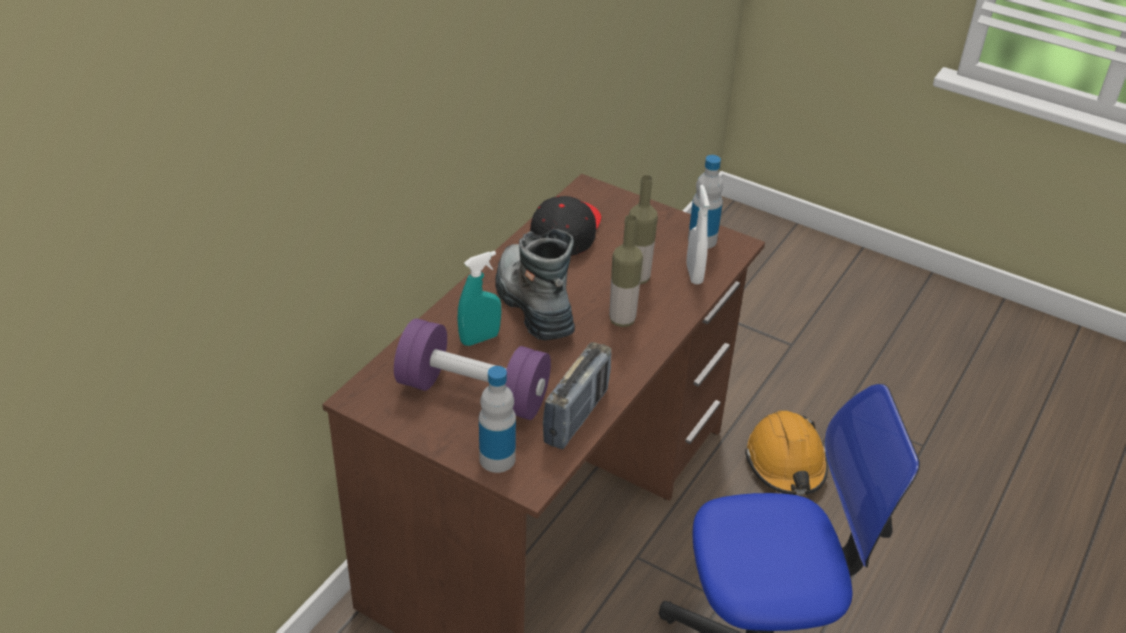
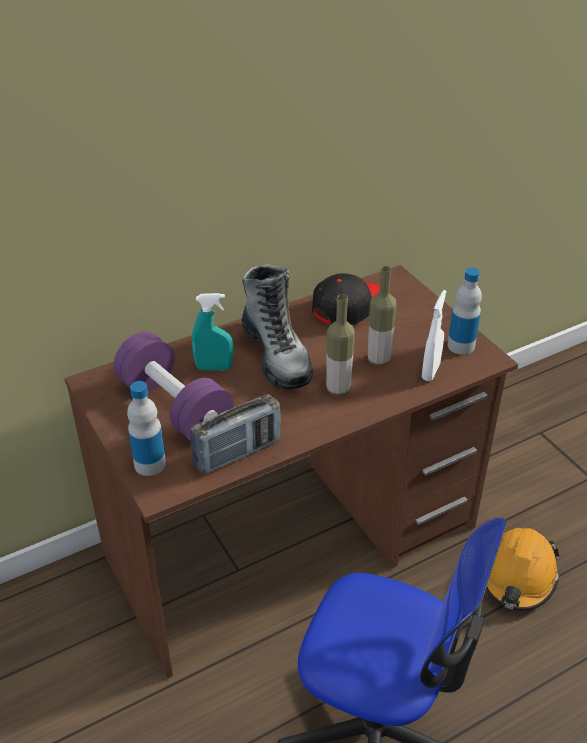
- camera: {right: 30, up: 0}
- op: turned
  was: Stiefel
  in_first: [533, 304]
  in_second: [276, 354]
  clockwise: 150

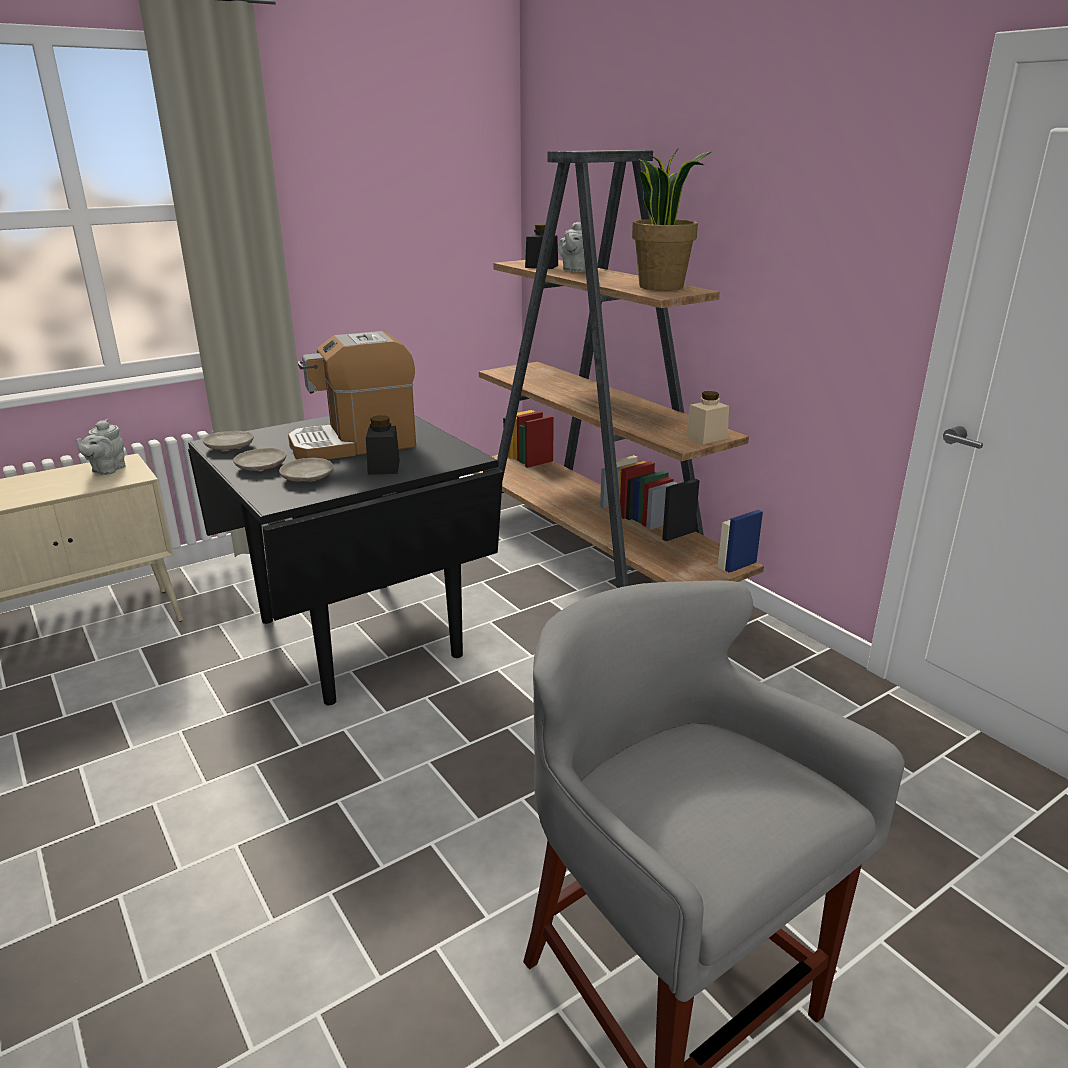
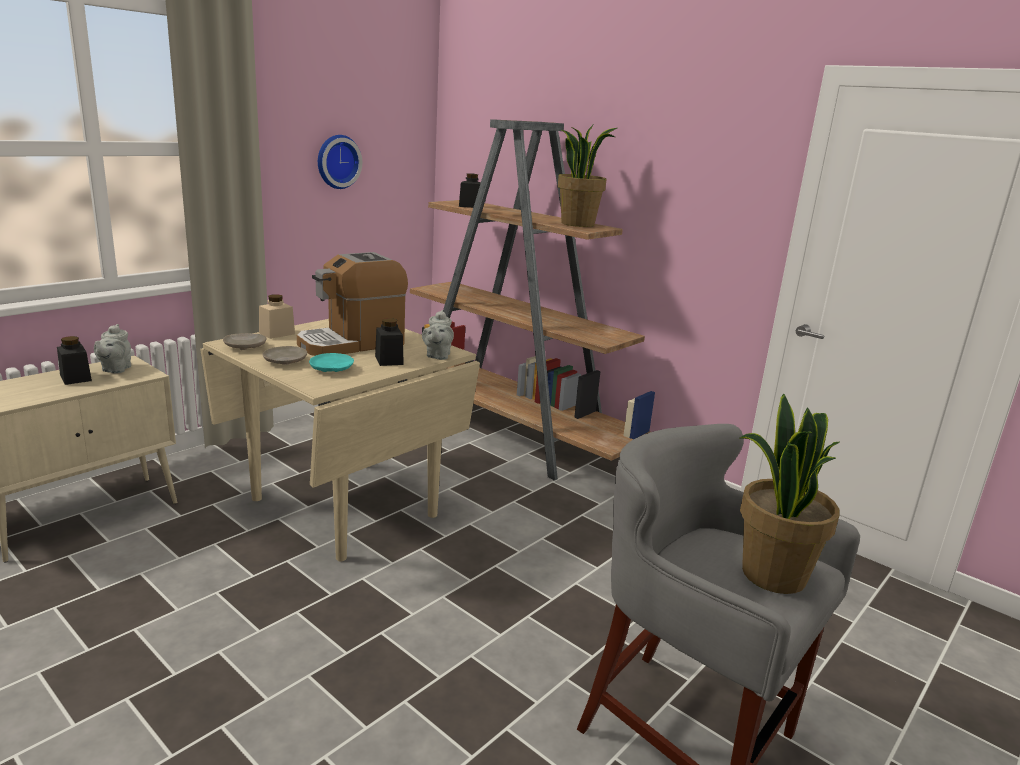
- camera: {right: -15, up: -5}
- op: moved
  was: Teekanne/grau
  in_first: [574, 270]
  in_second: [437, 356]
- op: moved
  was: Vorratsglas/beige
  in_first: [706, 437]
  in_second: [277, 333]
- op: recoloured
  was: Esstisch/schwarz
  now: Esstisch/beige
  in_first: [357, 638]
  in_second: [342, 507]
- op: recoloured
  was: Teller/beige
  now: Teller/türkis
  in_first: [307, 478]
  in_second: [331, 369]
- op: added
  now: Wanduhr
  in_second: [337, 161]
- op: added
  now: Vorratsglas/schwarz
  in_second: [75, 378]
- op: added
  now: Topfpflanze
  in_second: [772, 574]

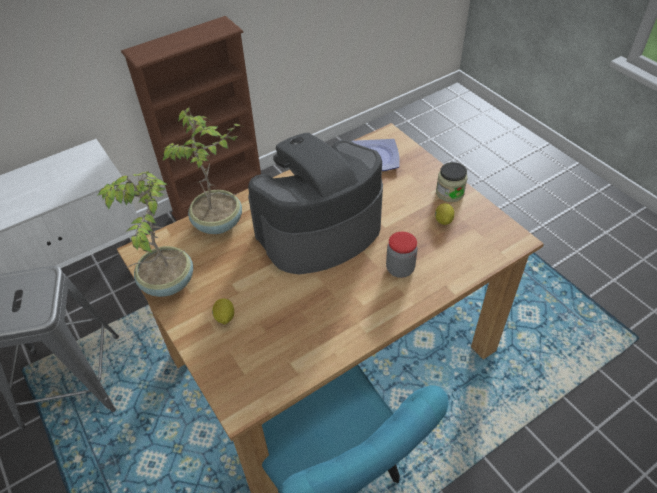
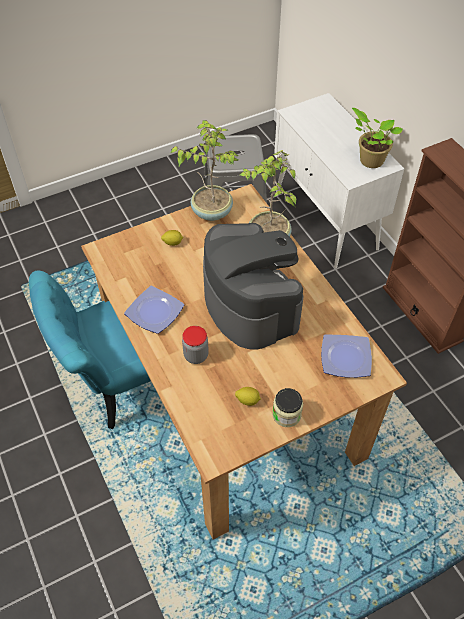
- camera: {right: 95, up: 5}
- op: added
  now: Topfpflanze
  in_second: [369, 160]
- op: added
  now: Teller
  in_second: [155, 313]

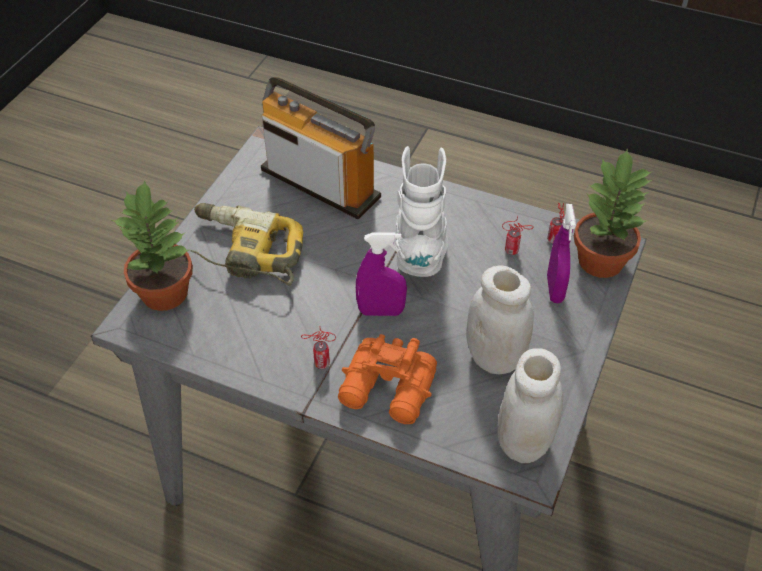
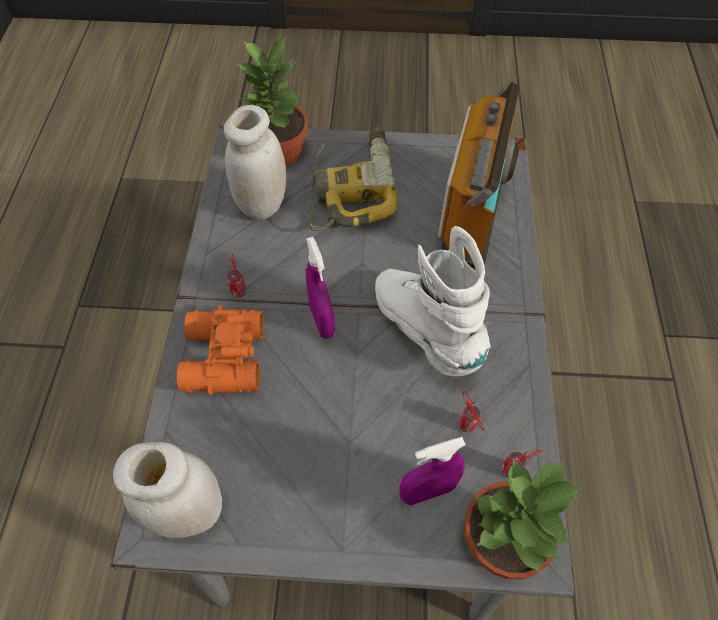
- camera: {right: 70, up: 10}
- op: turned
  was: Stiefel/weiß
  in_first: [421, 248]
  in_second: [426, 330]
  clockwise: -105
- op: moved
  was: Vorratsglas/weiß
  in_first: [495, 357]
  in_second: [263, 204]

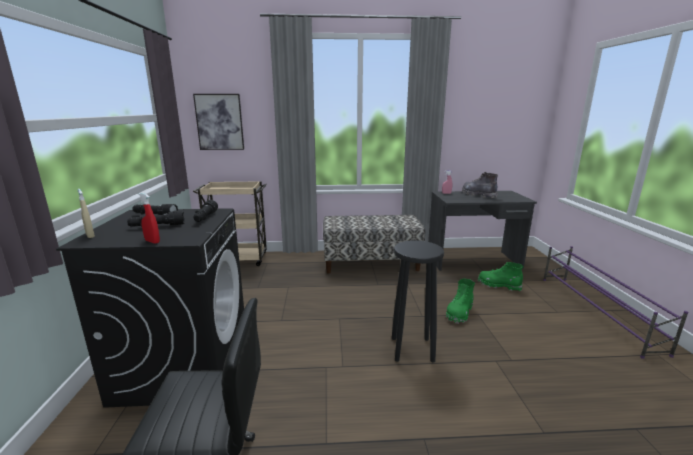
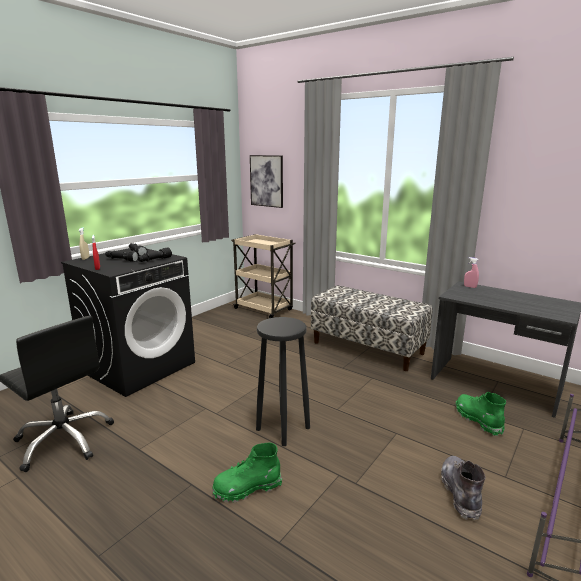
- camera: {right: 40, up: 0}
- op: moved
  was: Stiefel/grau
  in_first: [478, 195]
  in_second: [460, 492]
- op: moved
  was: Stiefel/grün
  in_first: [459, 313]
  in_second: [247, 488]

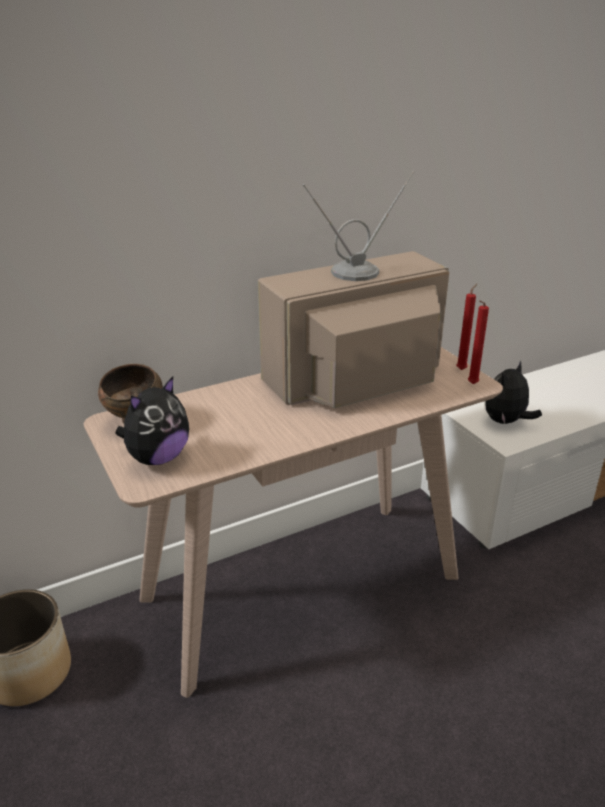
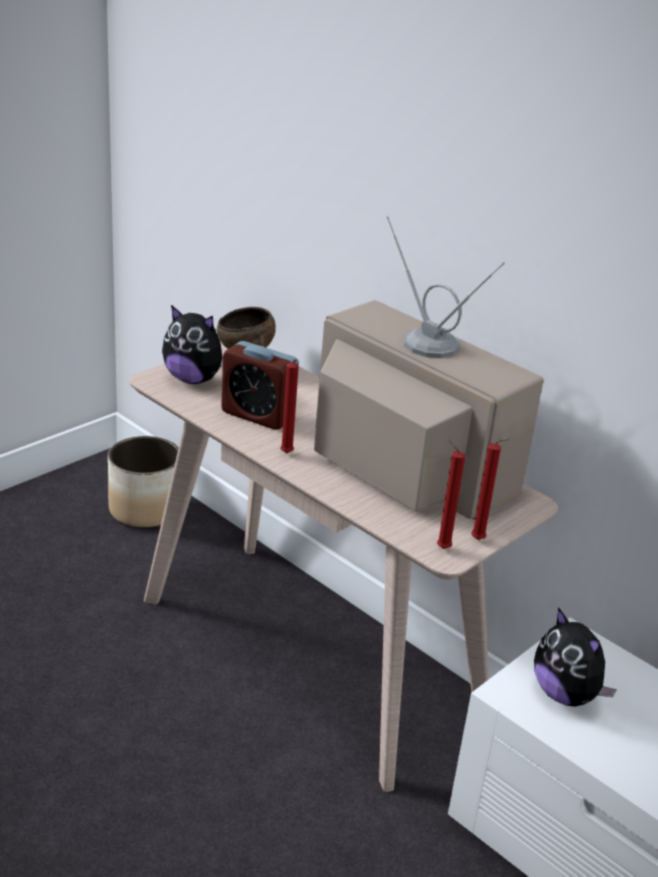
- camera: {right: 70, up: 0}
- op: turned
  was: Plüschtier
  in_first: [506, 422]
  in_second: [565, 694]
  clockwise: -150
- op: added
  now: Wecker
  in_second: [258, 415]
- op: added
  now: Kerze/rot
  in_second: [287, 454]

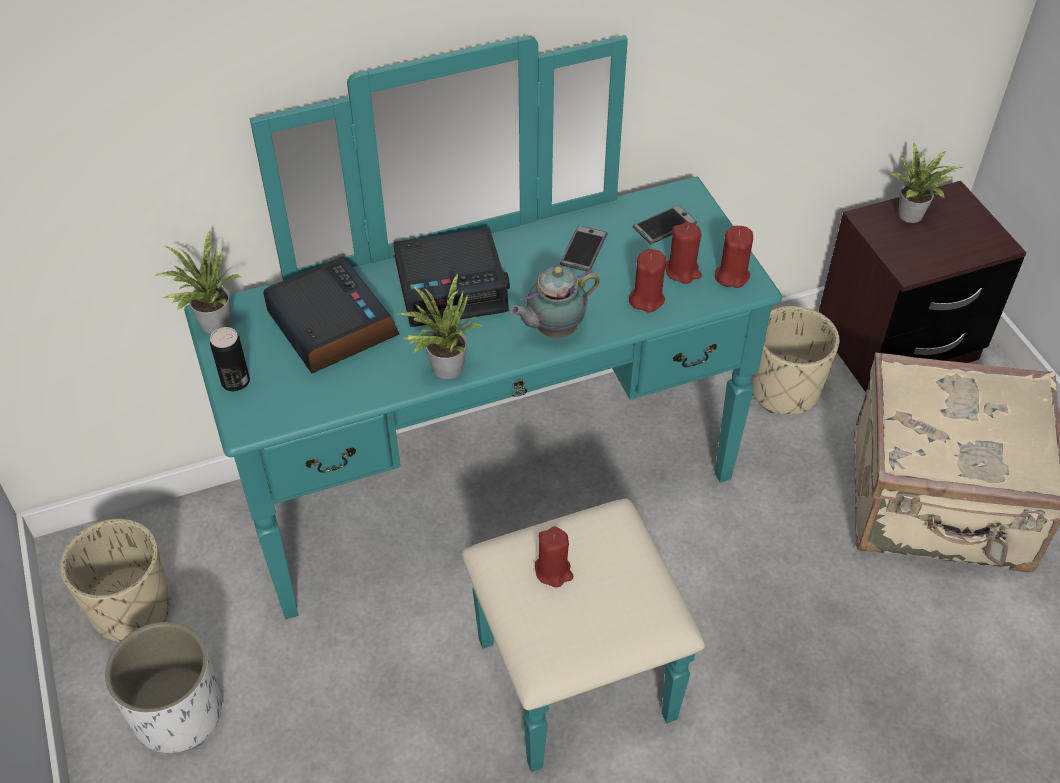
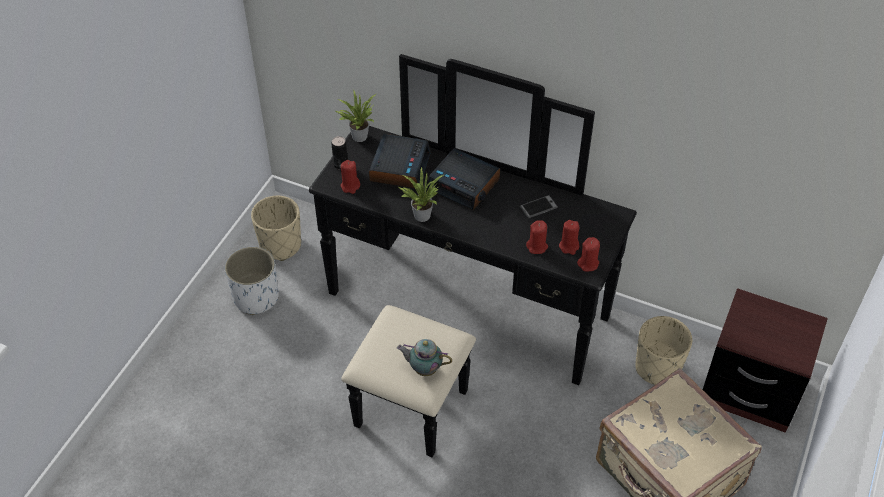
- camera: {right: 45, up: 0}
- op: recoloured
  was: Kommode/türkis
  now: Kommode/schwarz
  in_first: [511, 526]
  in_second: [456, 328]
- op: removed
  was: Topfpflanze
  in_first: [913, 215]
- op: removed
  was: Handy
  in_first: [664, 225]
- op: moved
  was: Teekanne
  in_first: [553, 330]
  in_second: [424, 369]
- op: moved
  was: Kerze/rot
  in_first: [553, 571]
  in_second: [350, 186]

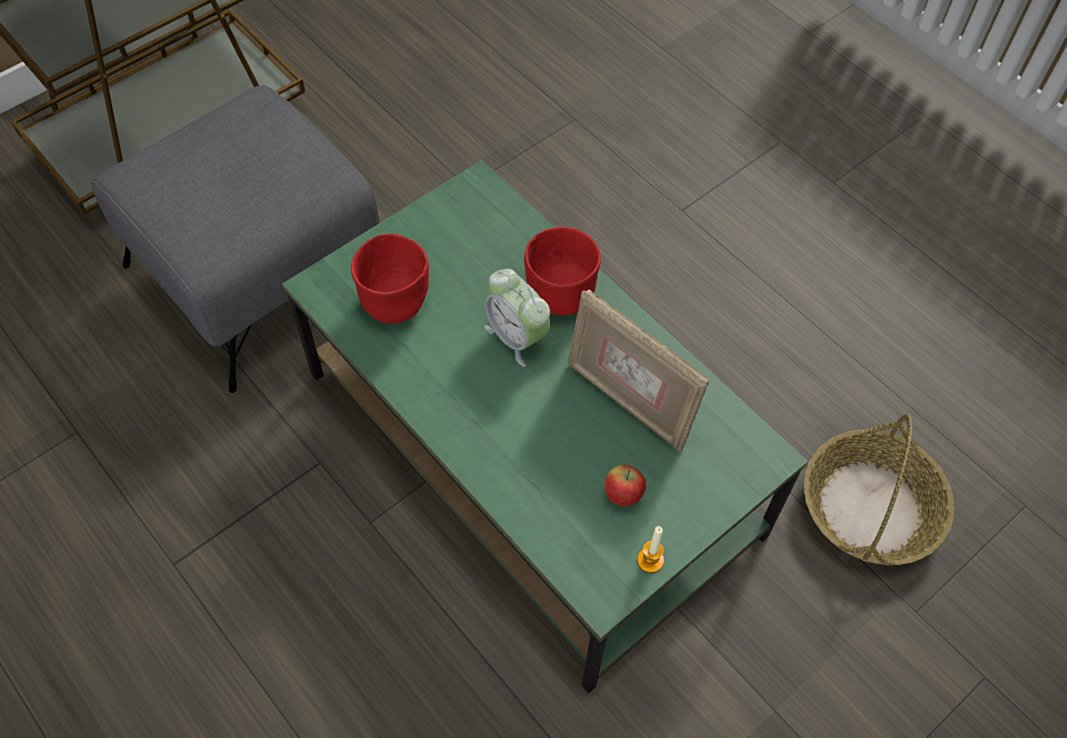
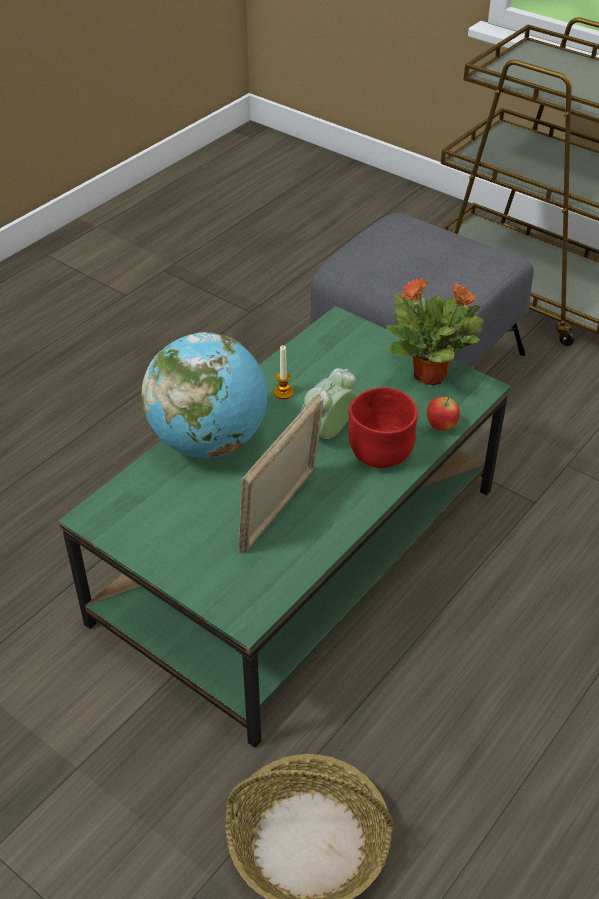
- camera: {right: 80, up: -15}
- op: removed
  was: Schüssel/rot
  in_first: [396, 302]
- op: moved
  was: Apfel
  in_first: [622, 495]
  in_second: [441, 427]
- op: moved
  was: Kerze
  in_first: [650, 560]
  in_second: [283, 392]
- op: added
  now: Topfpflanze
  in_second: [431, 375]
- op: added
  now: Globus
  in_second: [209, 441]

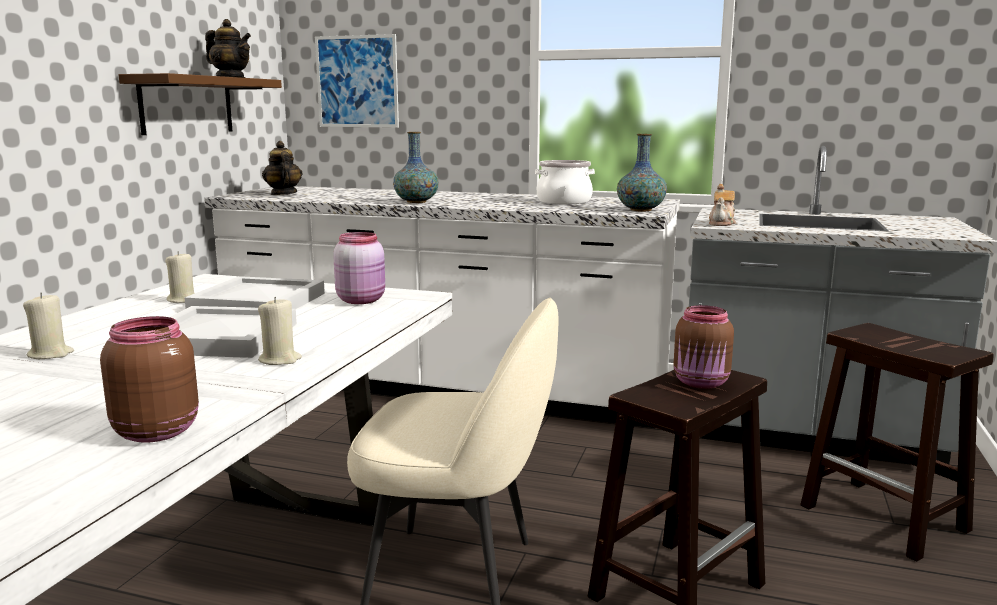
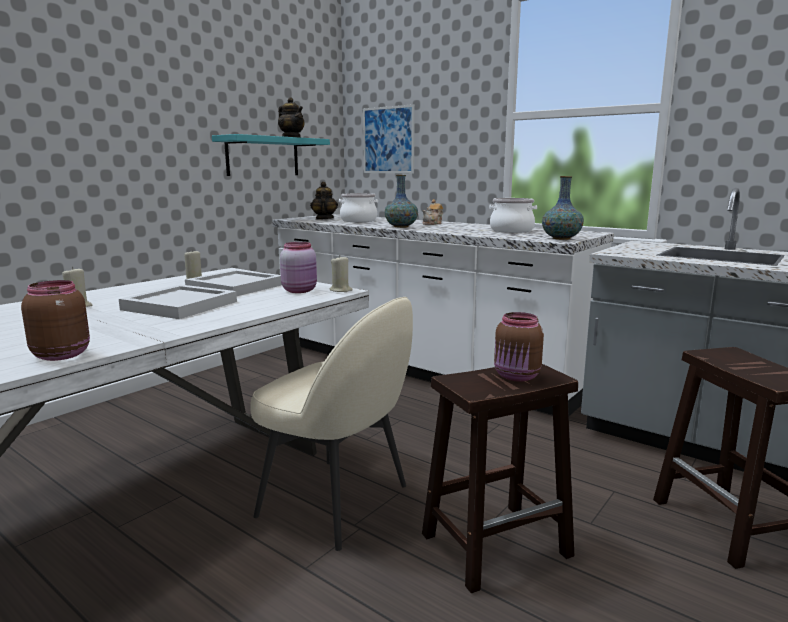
- camera: {right: 20, up: 0}
- op: recoloured
  was: Wandregal/braun
  now: Wandregal/türkis
  in_first: [187, 105]
  in_second: [263, 156]
- op: moved
  was: Teekanne
  in_first: [722, 223]
  in_second: [433, 223]
- op: moved
  was: Kerze/beige
  in_first: [280, 360]
  in_second: [341, 290]
- op: added
  now: Kochtopf
  in_second: [358, 221]

